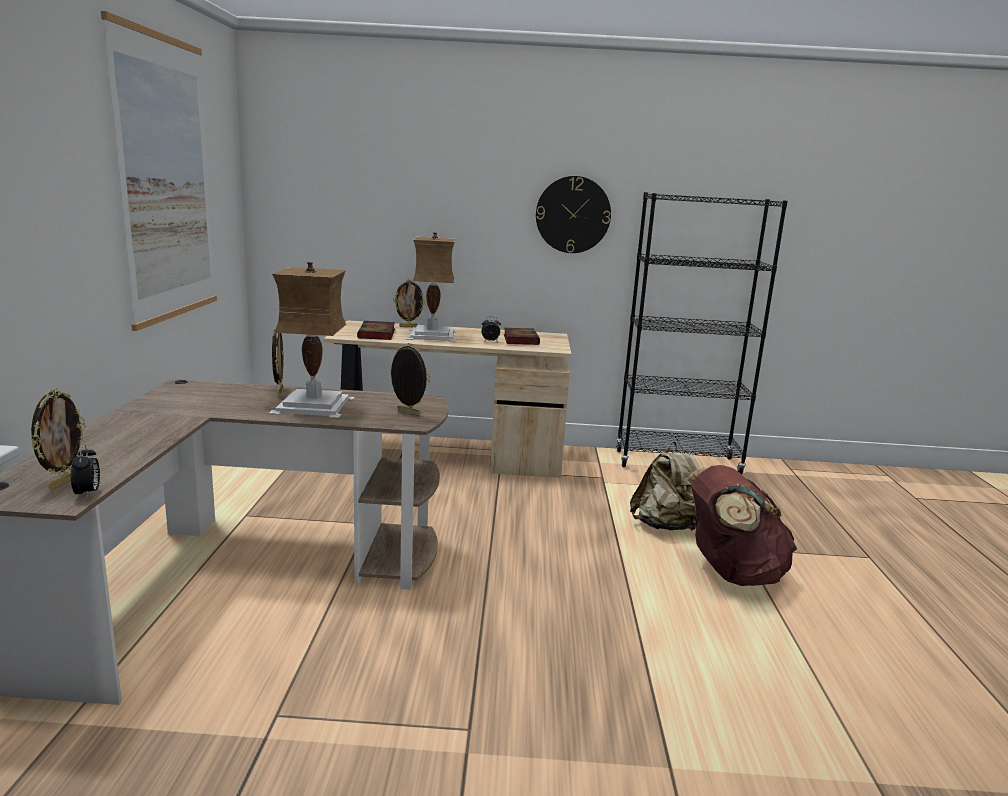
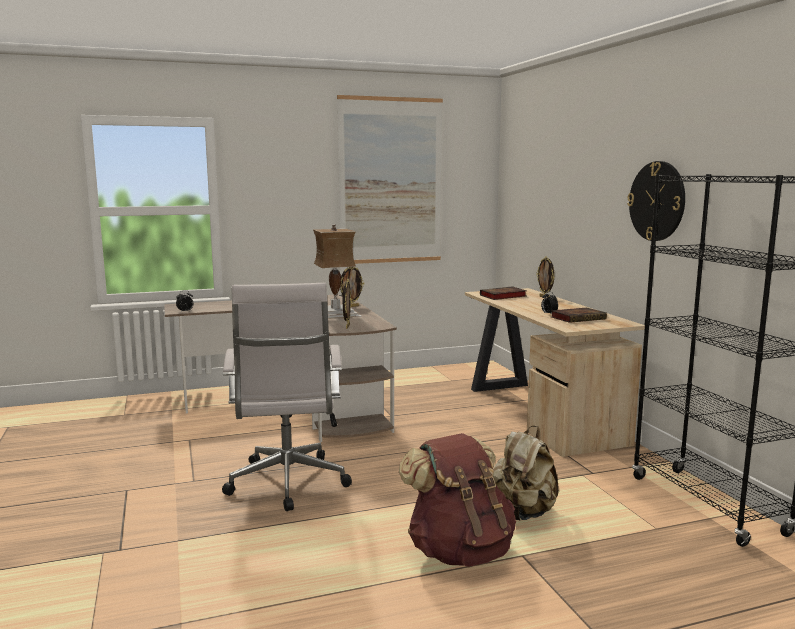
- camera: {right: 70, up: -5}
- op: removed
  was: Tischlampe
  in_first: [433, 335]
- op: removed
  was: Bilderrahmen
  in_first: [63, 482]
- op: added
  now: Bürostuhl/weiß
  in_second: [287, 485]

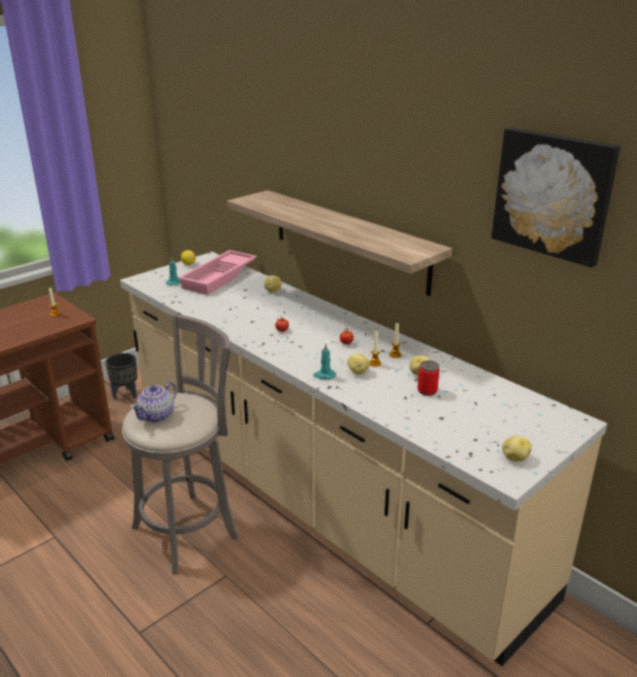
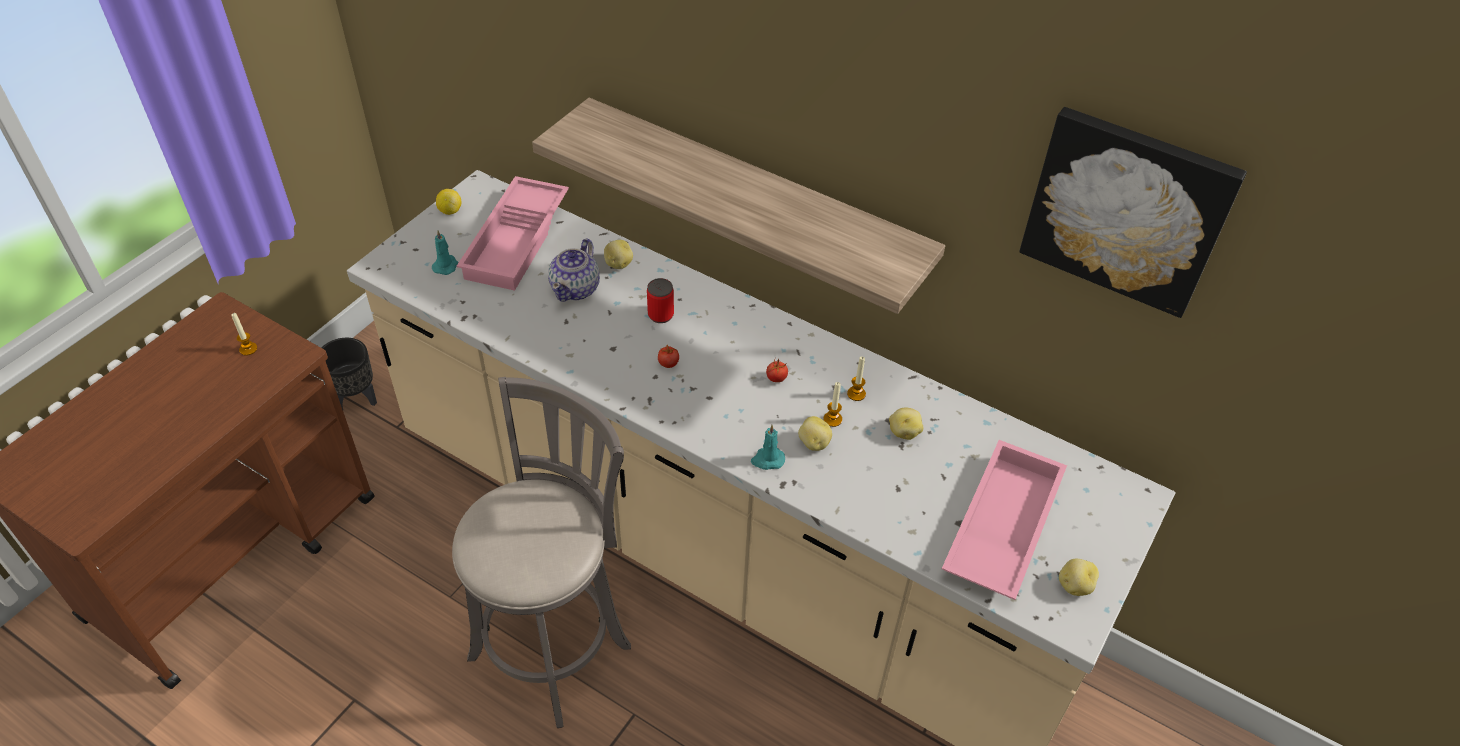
- camera: {right: -15, up: 20}
- op: moved
  was: Dose
  in_first: [427, 391]
  in_second: [660, 315]
- op: moved
  was: Teekanne
  in_first: [157, 415]
  in_second: [576, 288]
- op: added
  now: Tablett/rosa
  in_second: [999, 526]

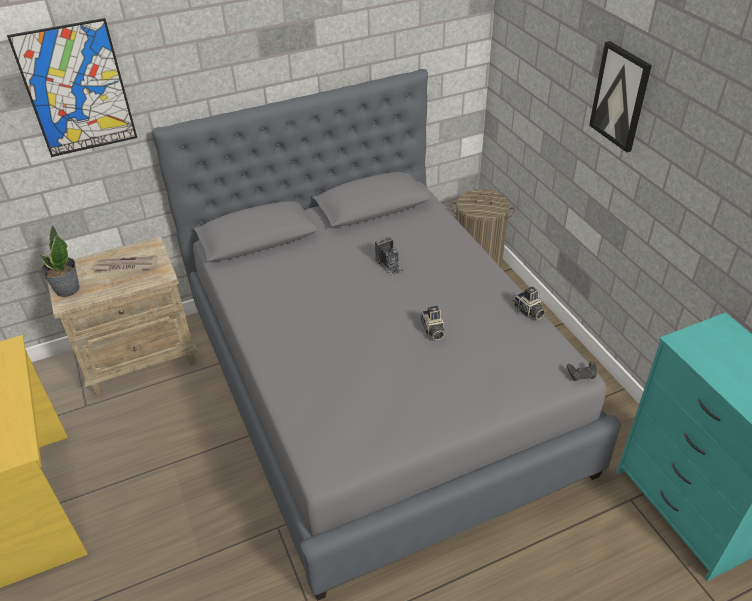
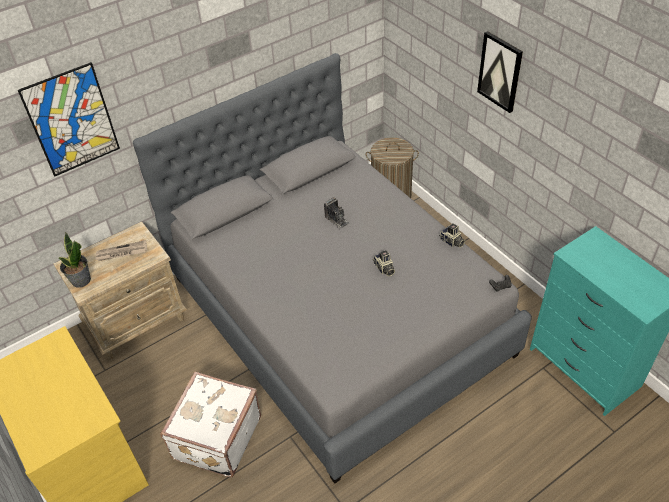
- camera: {right: -10, up: 5}
- op: added
  now: Koffer/weiß
  in_second: [215, 437]

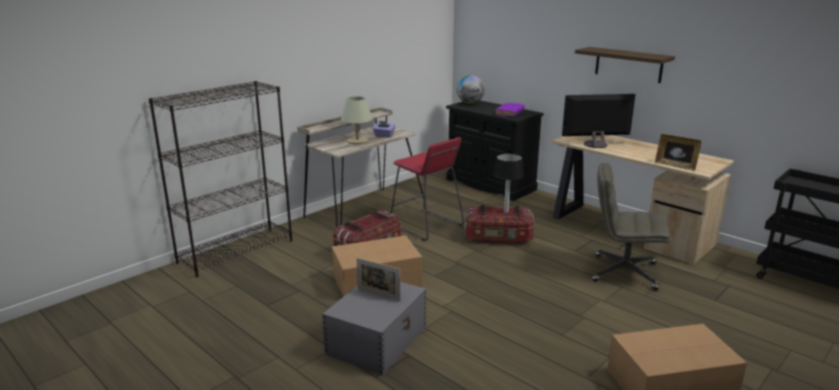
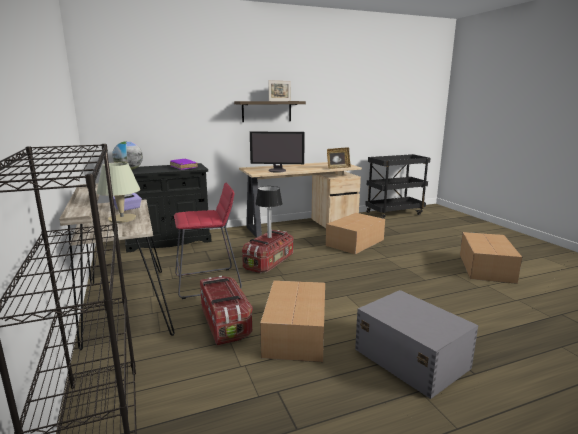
- camera: {right: -65, up: -5}
- op: turned
  was: Monitor
  in_first: [595, 145]
  in_second: [277, 170]
  clockwise: -105
- op: replaced
  was: Bürostuhl/grau
  now: Karton
  in_first: [623, 272]
  in_second: [354, 242]
- op: moved
  was: Bilderrahmen
  in_first: [378, 294]
  in_second: [279, 101]

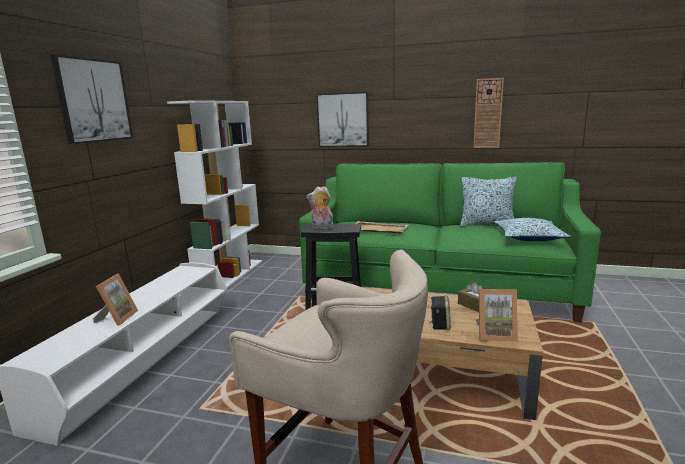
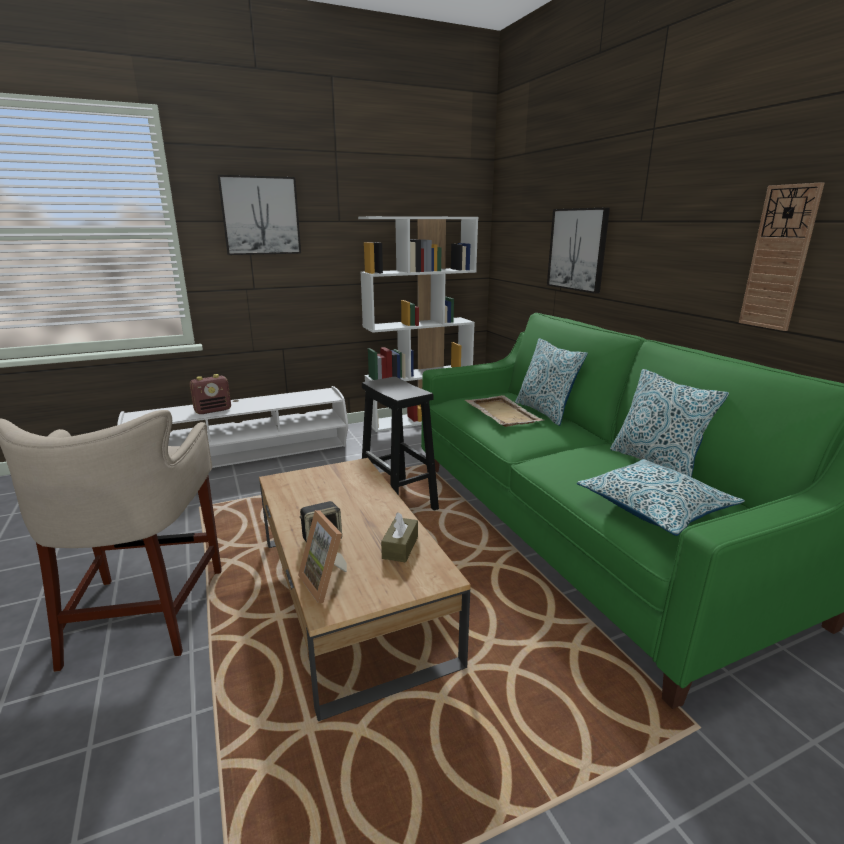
- camera: {right: 50, up: 5}
- op: removed
  was: Plüschtier
  in_first: [321, 228]
- op: replaced
  was: Bilderrahmen
  now: Radio
  in_first: [117, 318]
  in_second: [213, 410]
- op: added
  now: Kissen
  in_second: [545, 412]

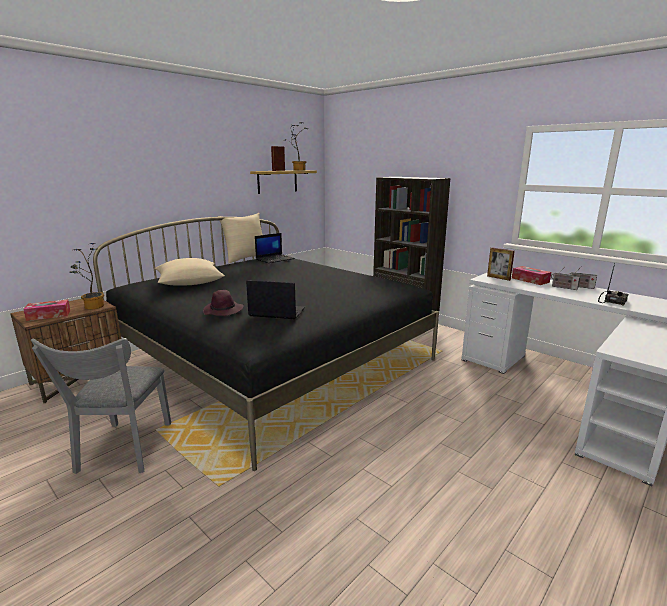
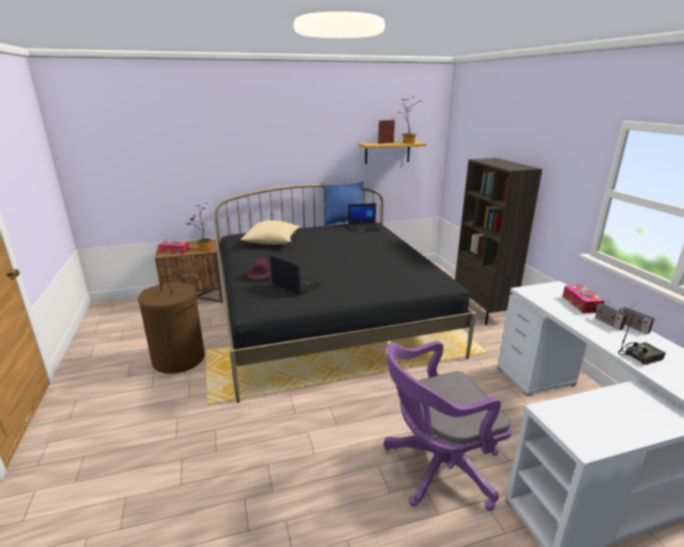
- camera: {right: 30, up: 5}
- op: recoloured
  was: Kissen/beige
  now: Kissen/blau
  in_first: [245, 258]
  in_second: [343, 222]
- op: removed
  was: Bilderrahmen
  in_first: [498, 278]
- op: replaced
  was: Stuhl/grau
  now: Wäschekorb/braun
  in_first: [123, 451]
  in_second: [178, 359]
- op: added
  now: Bürostuhl/lila
  in_second: [436, 467]

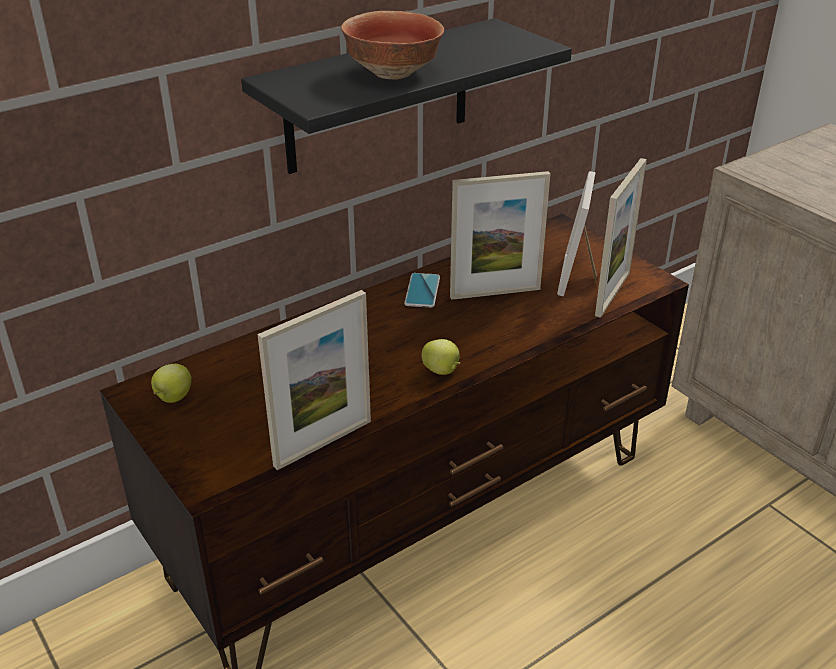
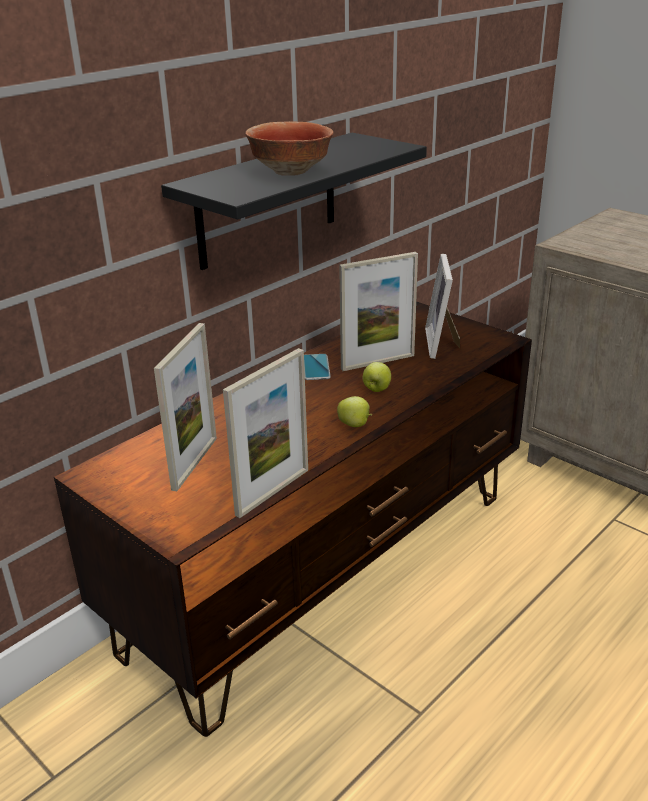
- camera: {right: -10, up: -5}
- op: moved
  was: Bilderrahmen
  in_first: [612, 293]
  in_second: [195, 463]
- op: moved
  was: Apfel
  in_first: [173, 398]
  in_second: [376, 389]

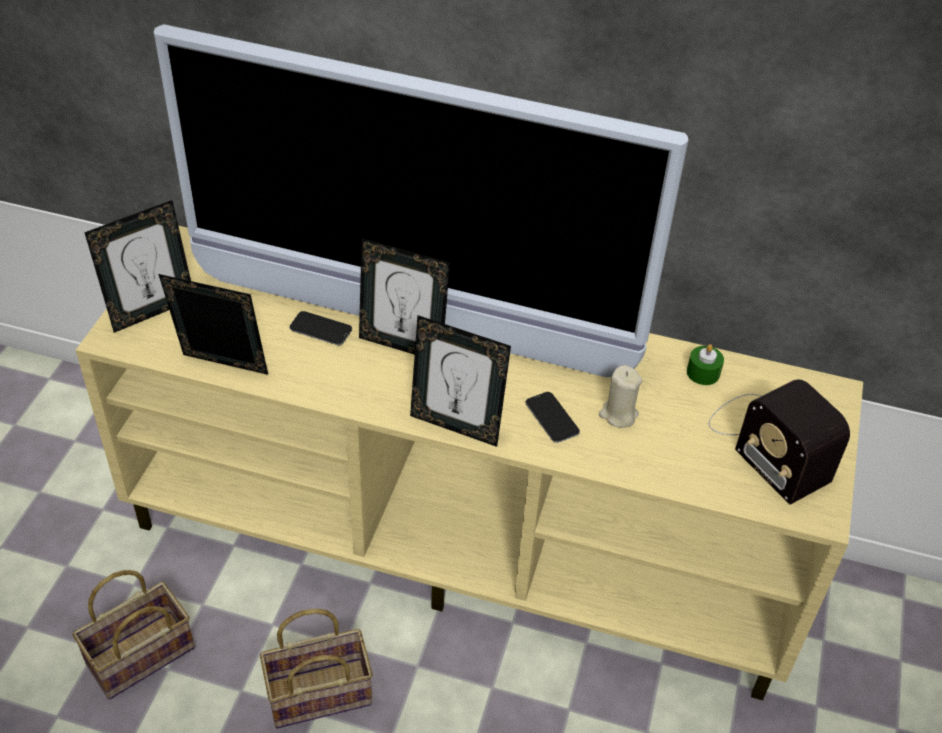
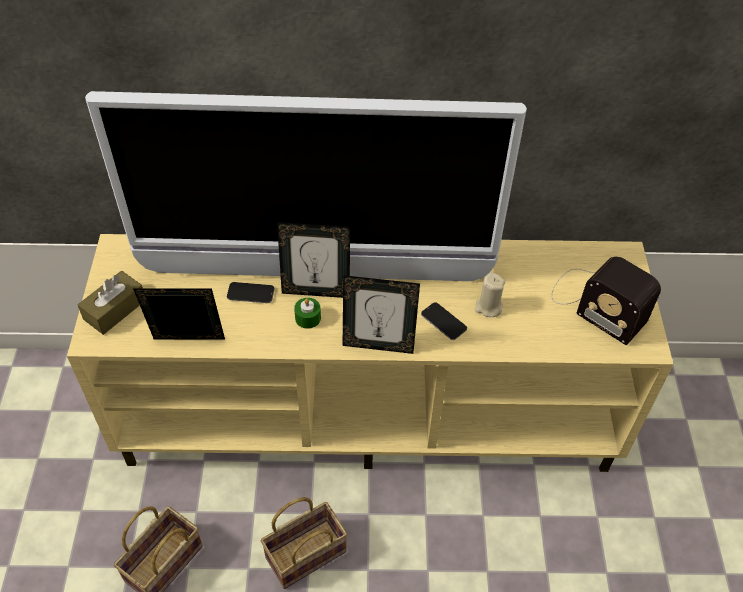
- camera: {right: -15, up: 5}
- op: replaced
  was: Bilderrahmen
  now: Taschentuchbox/braun
  in_first: [152, 311]
  in_second: [115, 310]
- op: moved
  was: Kerze/grün
  in_first: [703, 372]
  in_second: [308, 318]

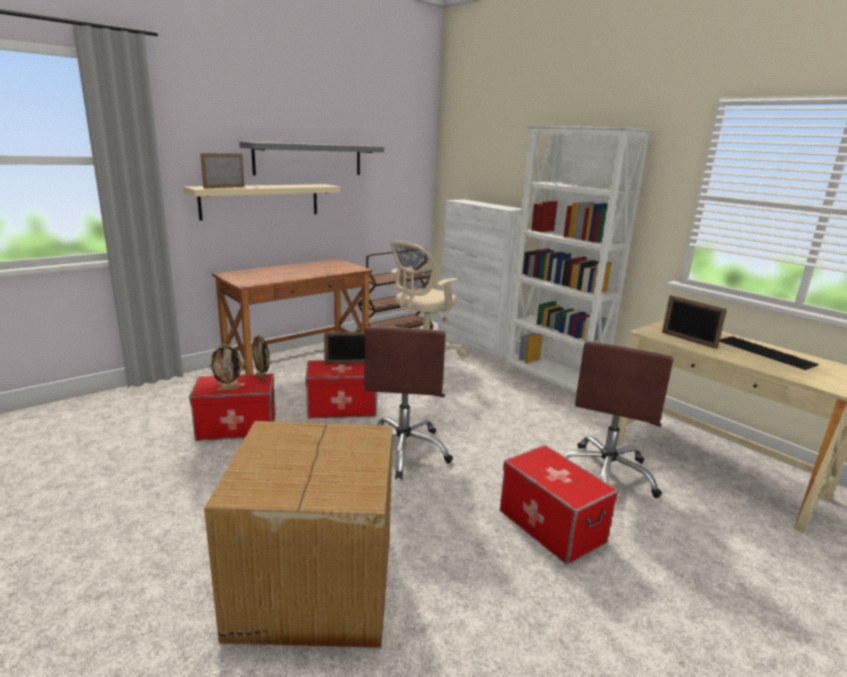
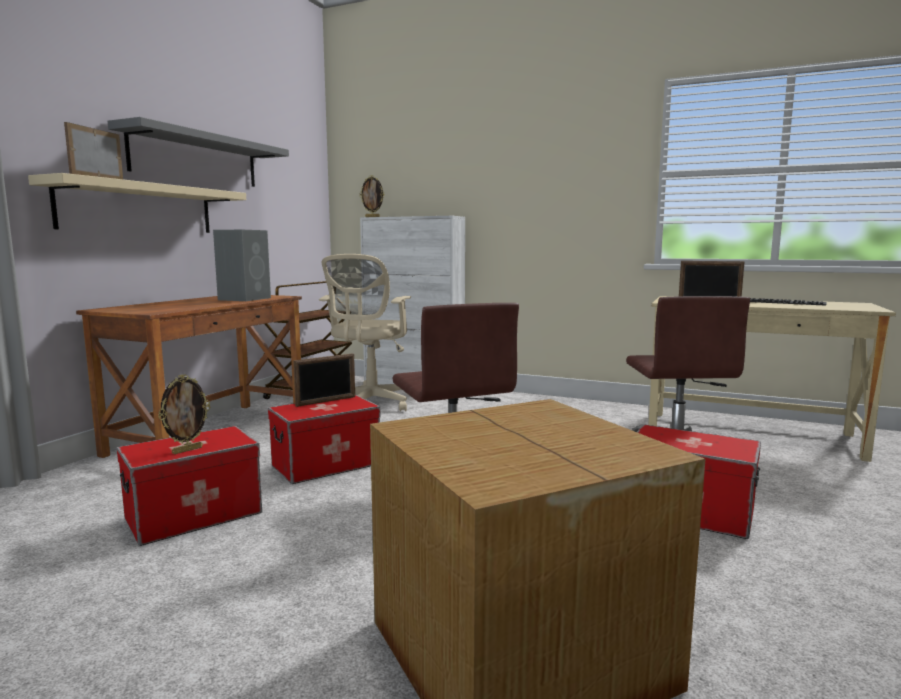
- camera: {right: -25, up: -10}
- op: removed
  was: Bücherregal/weiß
  in_first: [552, 382]
- op: moved
  was: Bilderrahmen
  in_first: [262, 378]
  in_second: [372, 217]
- op: added
  now: Lautsprecher/grau
  in_second: [245, 299]

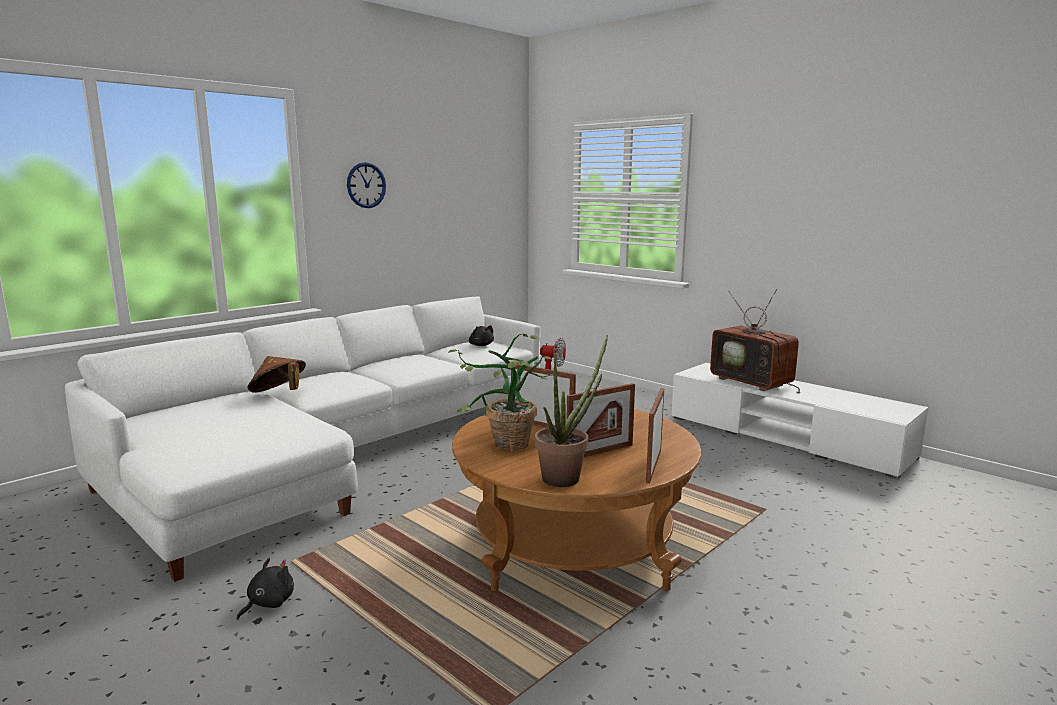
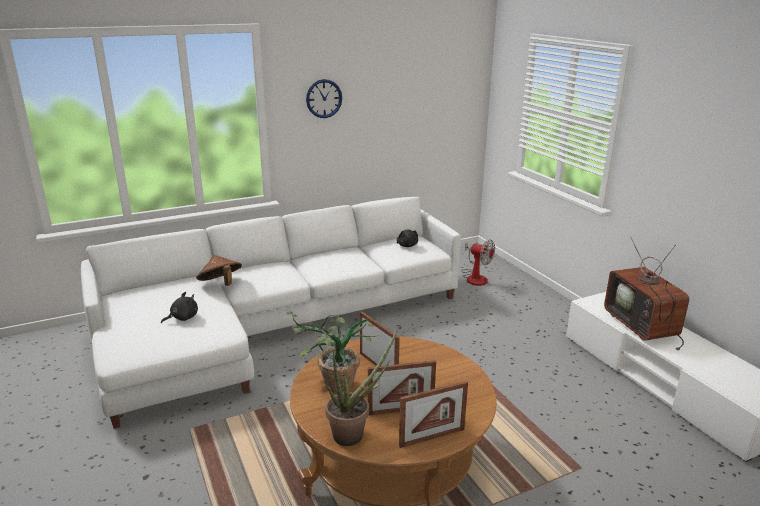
- camera: {right: 20, up: 10}
- op: turned
  was: Bilderrahmen
  in_first: [653, 465]
  in_second: [432, 437]
  clockwise: -150
- op: moved
  was: Plüschtier/schwarz
  in_first: [268, 603]
  in_second: [182, 318]

